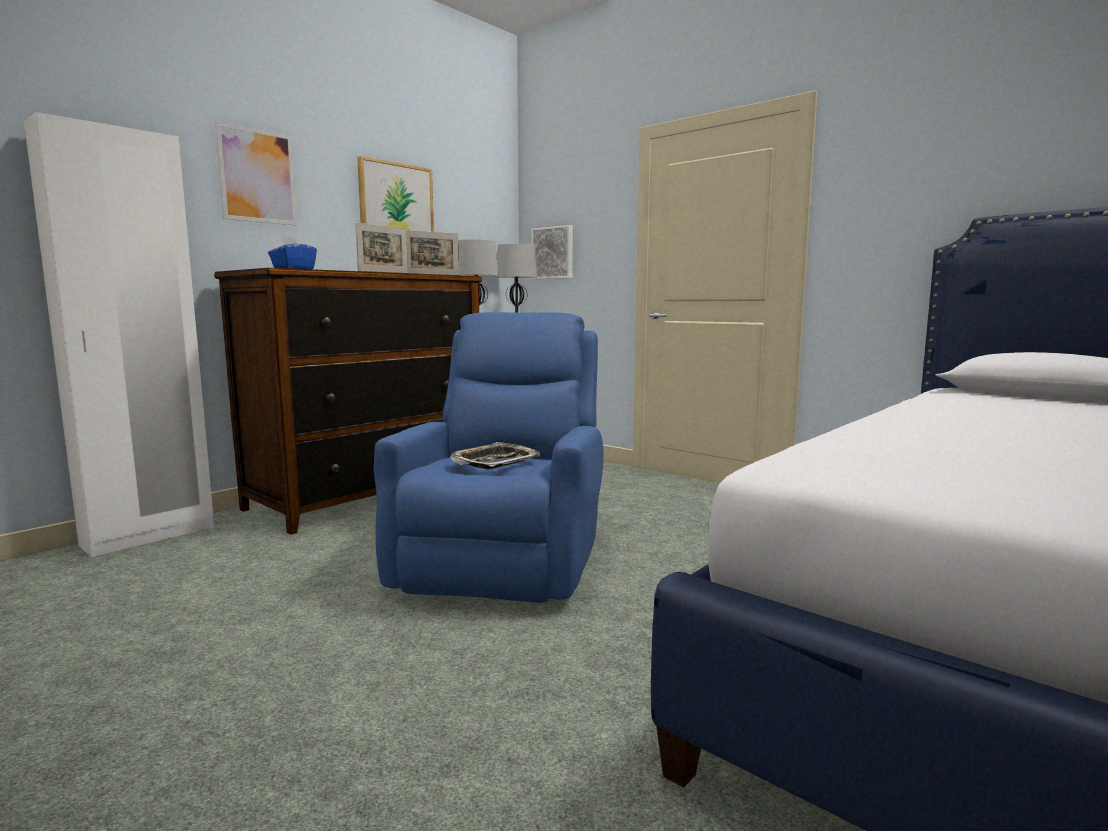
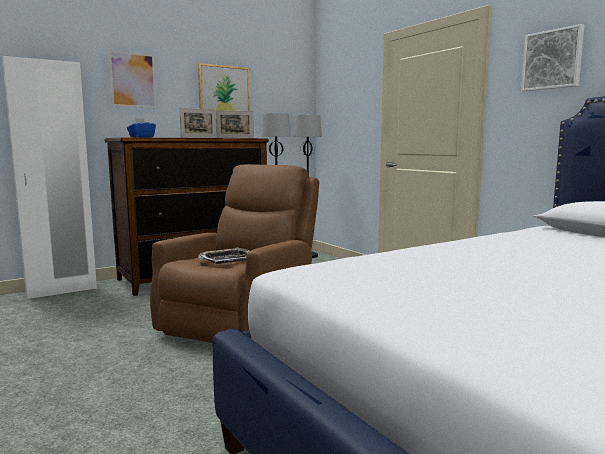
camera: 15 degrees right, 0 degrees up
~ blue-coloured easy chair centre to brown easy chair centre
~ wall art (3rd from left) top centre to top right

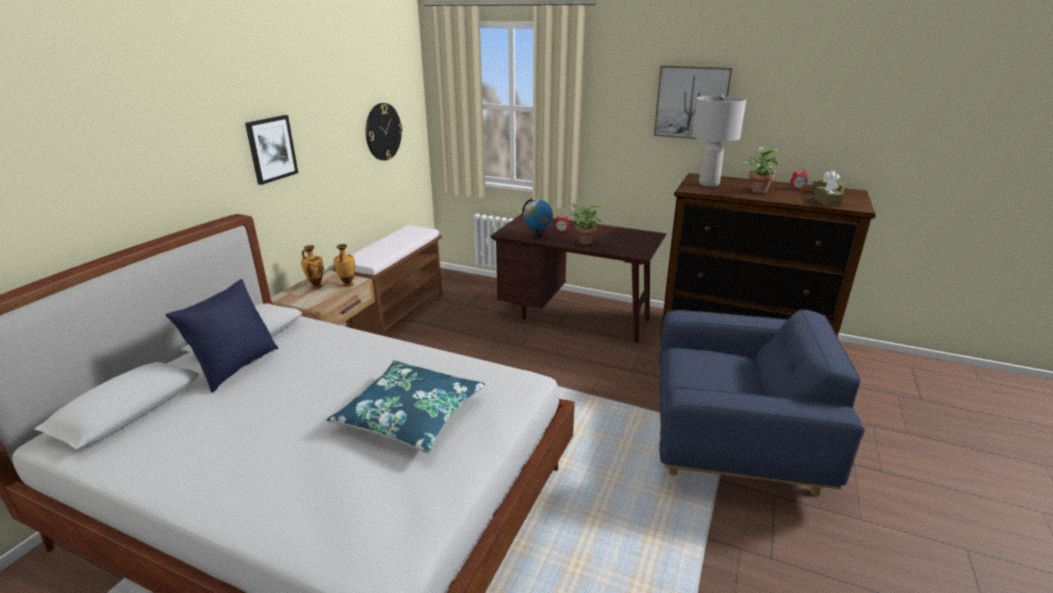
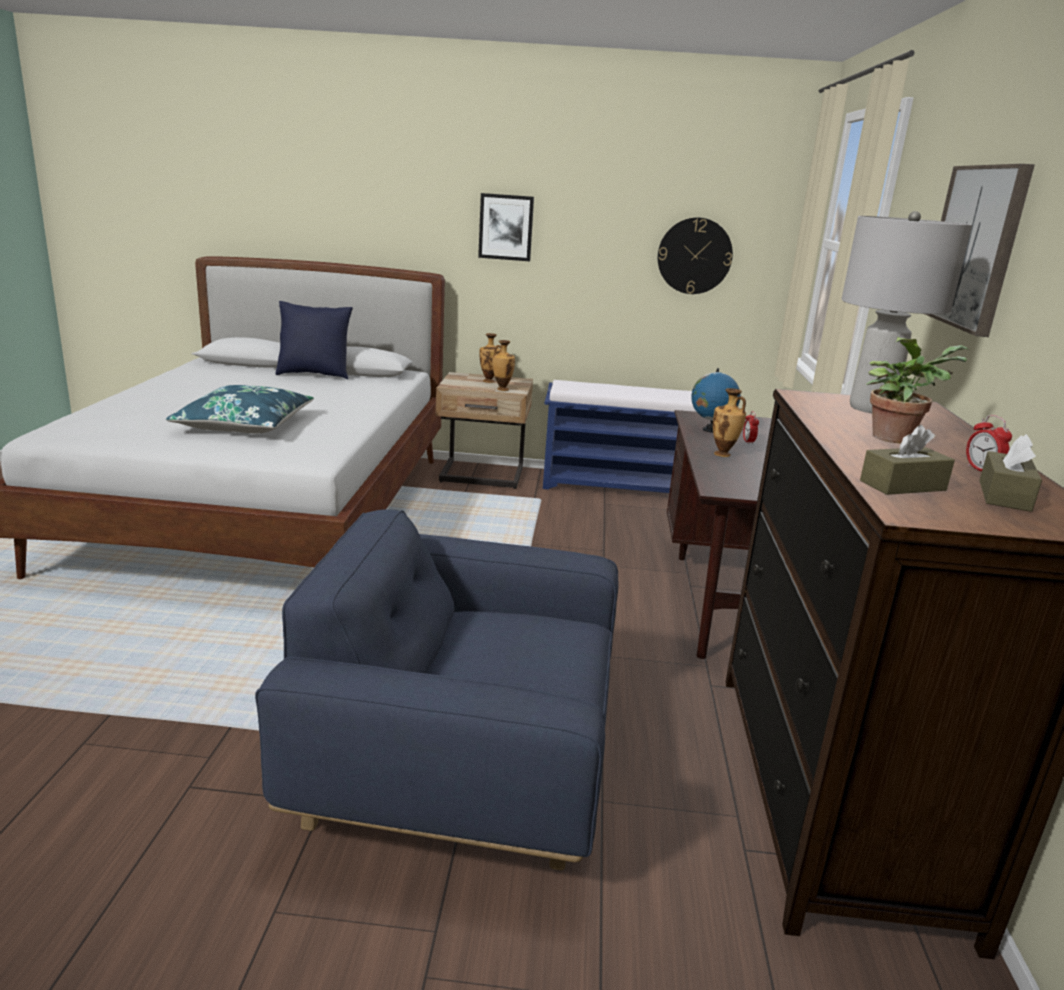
camera: 70 degrees right, 5 degrees down
~ blue-coloured easy chair bottom right = bottom centre 105 degrees clockwise
~ brown long seat centre to blue-coloured long seat centre
~ potted plant (1st from left) centre to flower vase (3rd from left) middle right

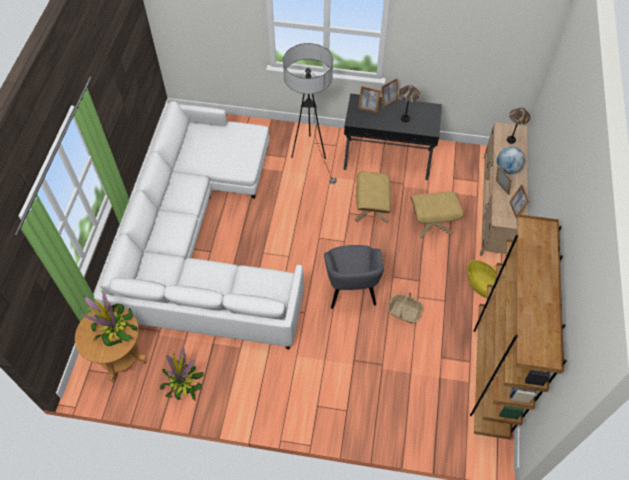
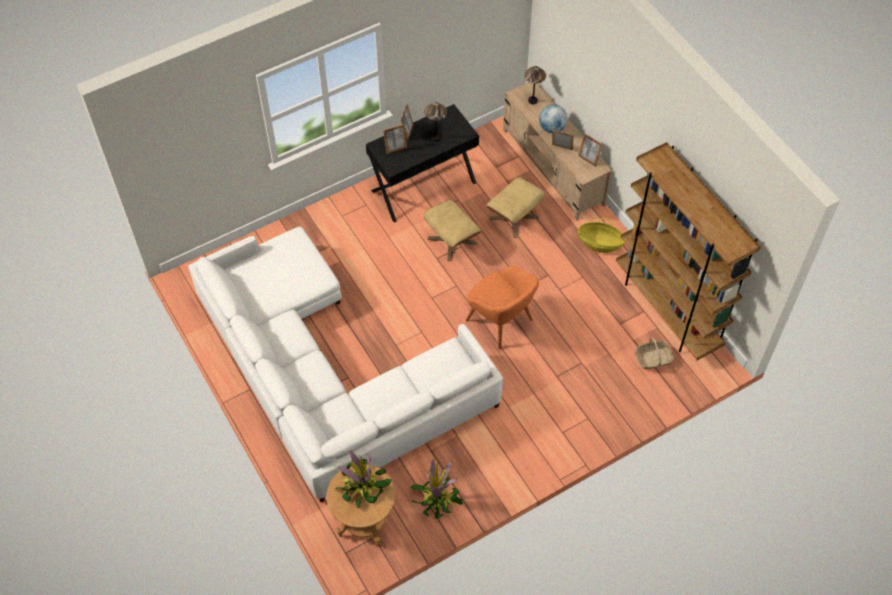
camera: 40 degrees left, 0 degrees up
~ gray easy chair centre to orange-coloured easy chair centre
~ storage basket (1st from left in the first image) centre to storage basket (2nd from left) middle right
- standard lamp top centre

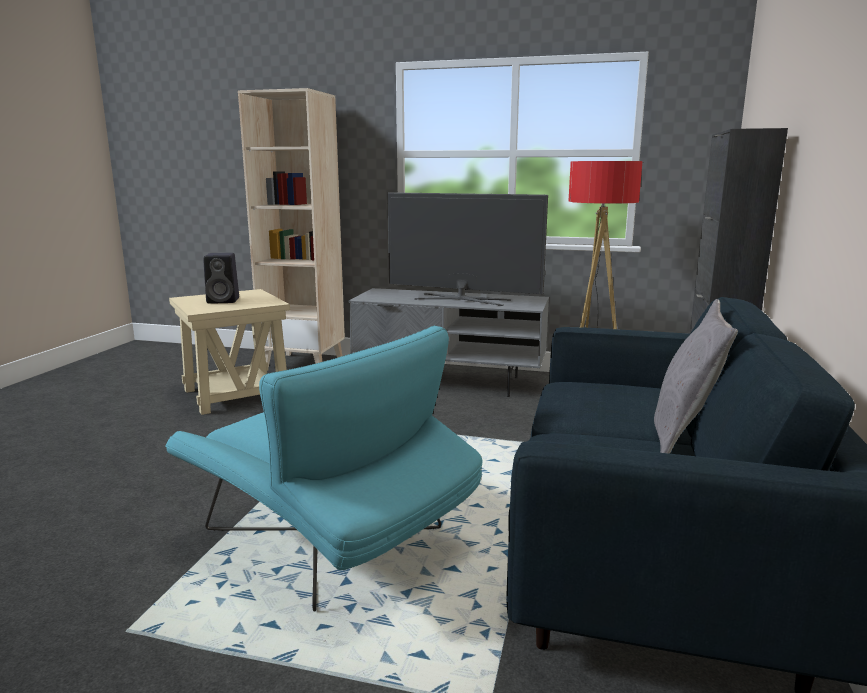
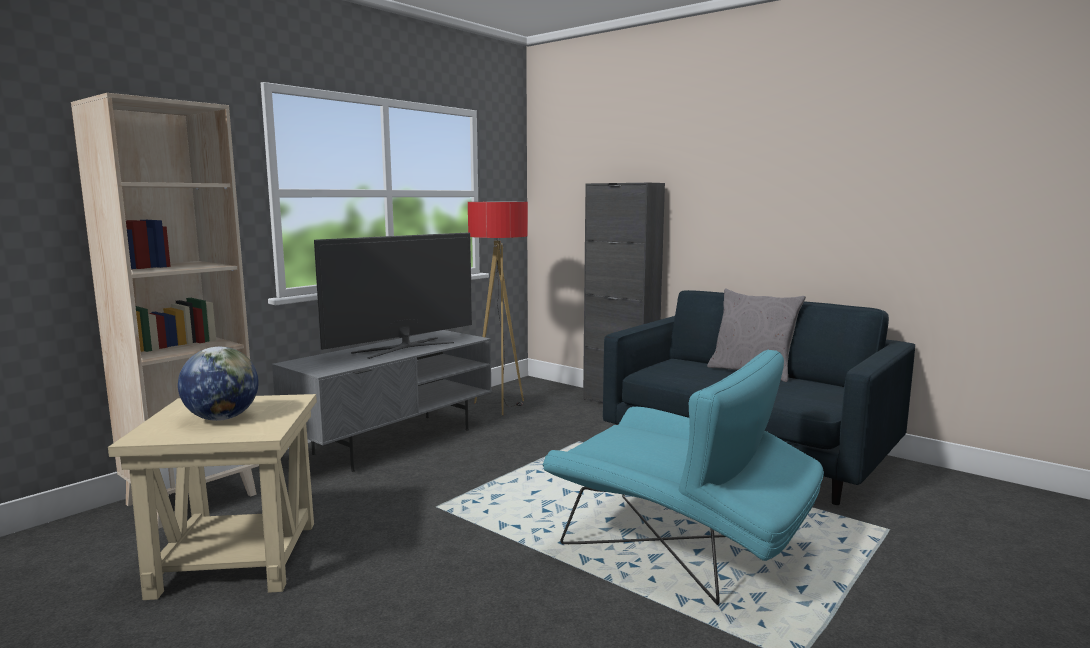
camera: 65 degrees left, 5 degrees down
~ black speaker middle left to globe middle left
~ blue-green easy chair bottom centre = bottom centre 60 degrees clockwise

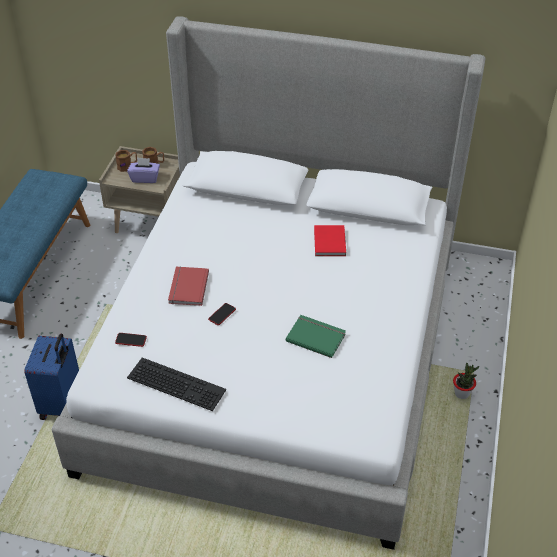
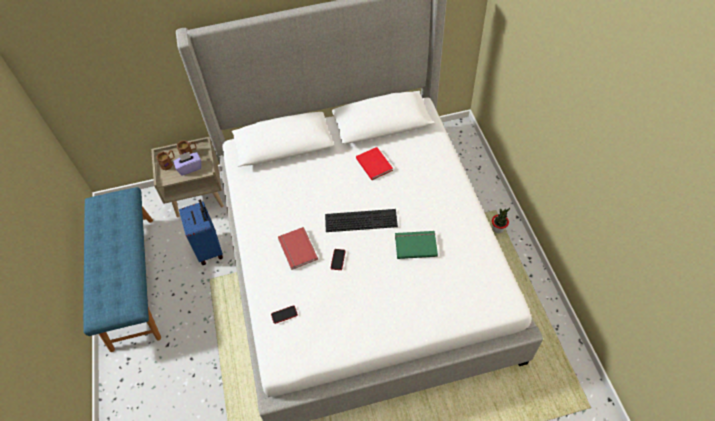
camera: 25 degrees left, 10 degrees up
~ blue-coloured suitcase bottom left to middle left
~ computer keyboard bottom left to centre

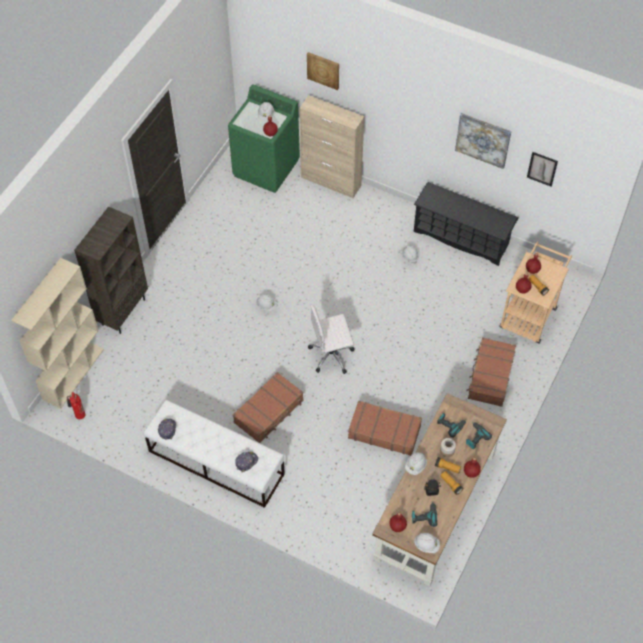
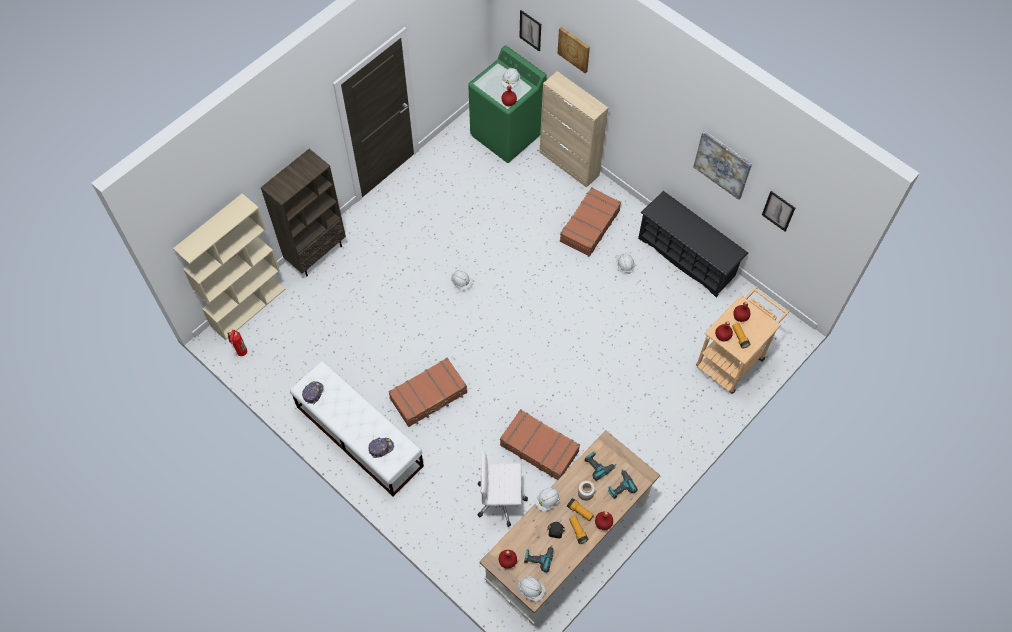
camera: 15 degrees right, 5 degrees up
~ whitish desk chair centre to bottom centre
+ wall art (1st from left) top centre
~ brown suitcase (3rd from left) middle right to centre

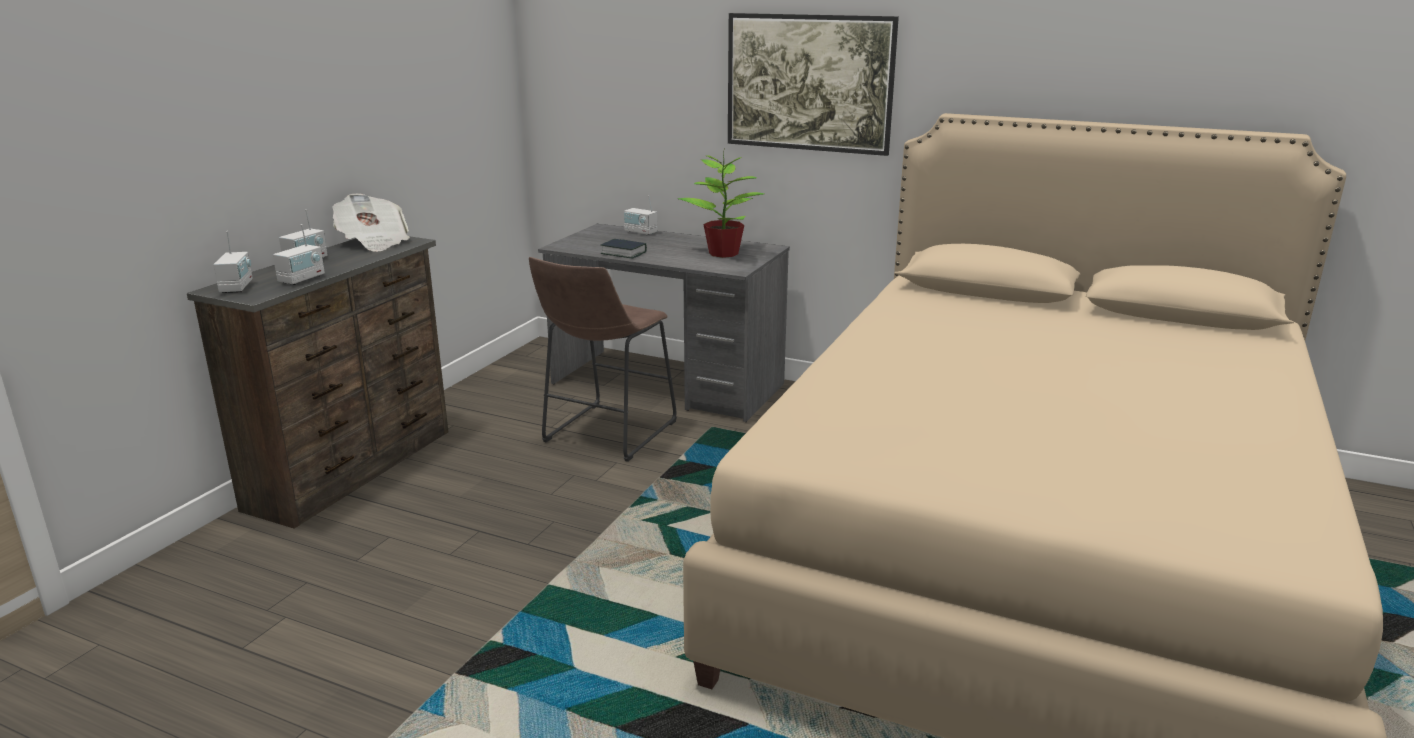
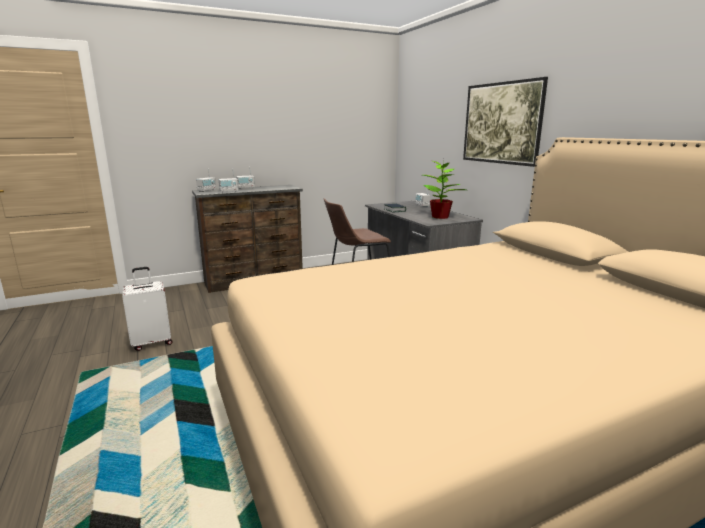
camera: 40 degrees right, 5 degrees down
+ whitish suitcase middle left
- daily paper top left

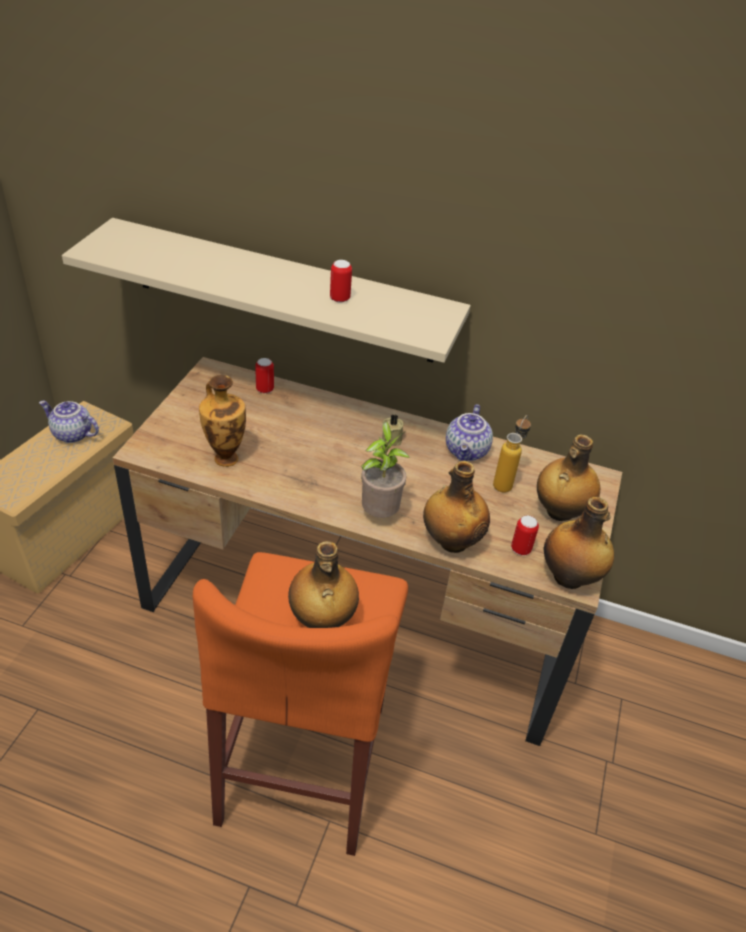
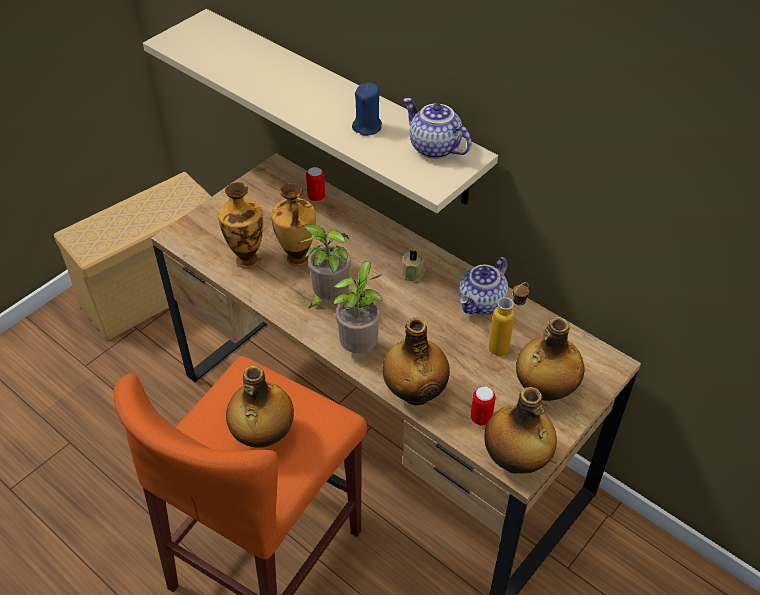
camera: 25 degrees right, 5 degrees up
+ flower vase (2nd from left) centre
+ potted plant (1st from left) centre
~ can (2nd from left) top centre to blue-coloured wax candle top centre
~ teapot (1st from left) middle left to top centre

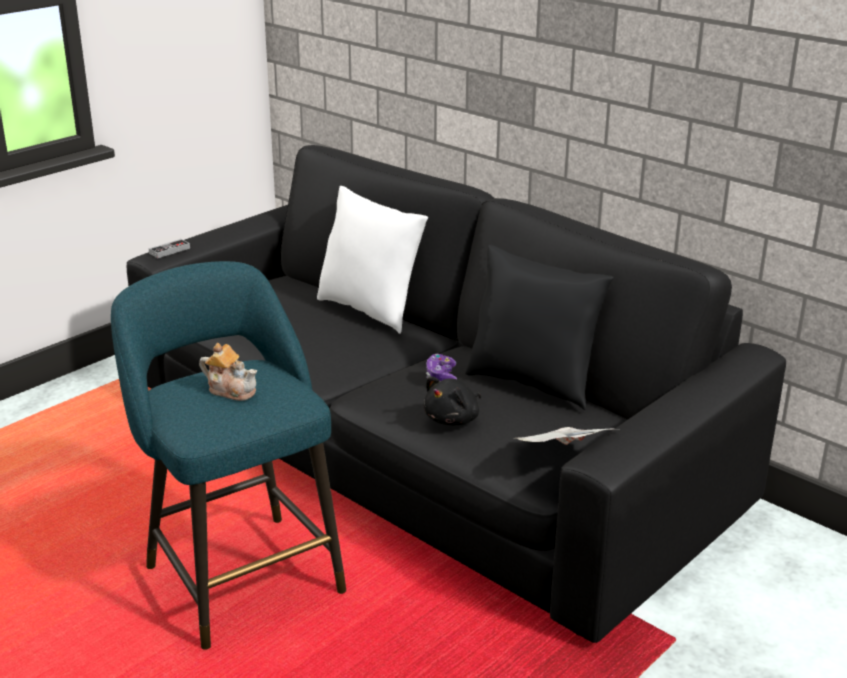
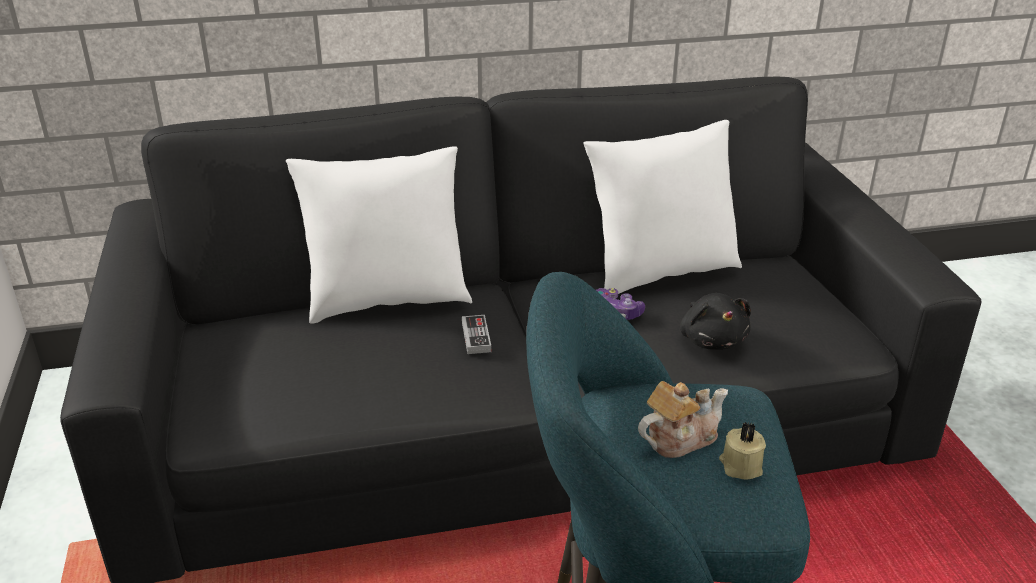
camera: 55 degrees left, 5 degrees up
~ game controller (1st from left) middle left to centre
~ black throw pillow centre to whitish throw pillow (2nd from left) centre
+ beige-coloured wax candle bottom right
- daily paper middle right

